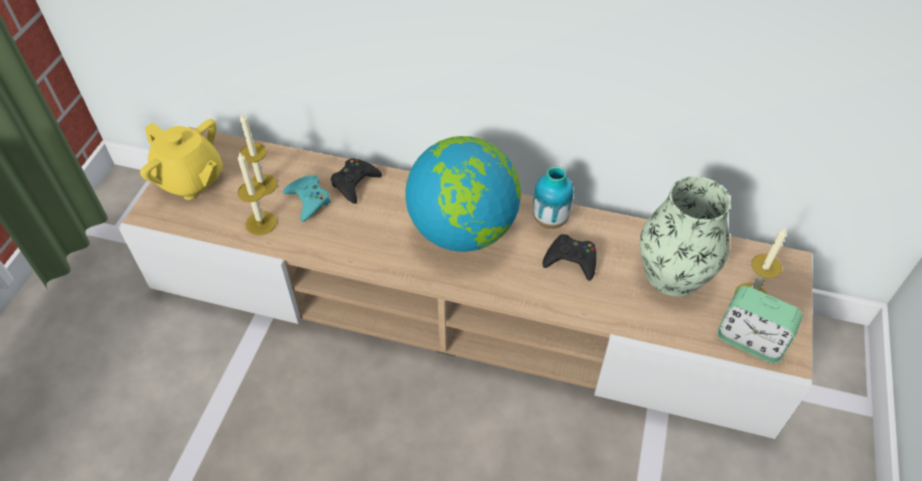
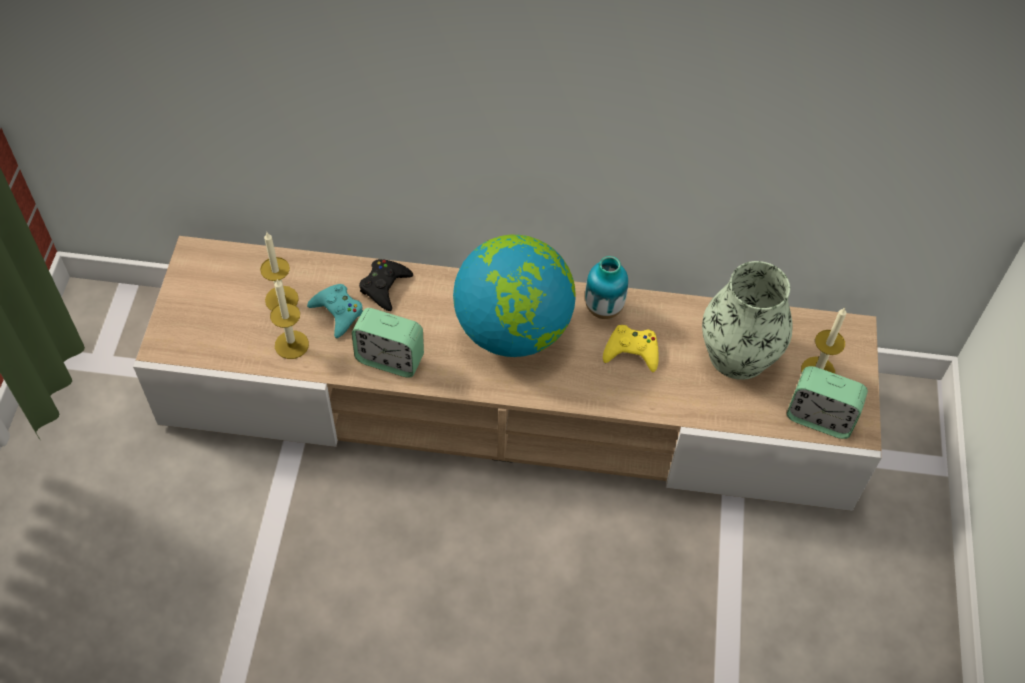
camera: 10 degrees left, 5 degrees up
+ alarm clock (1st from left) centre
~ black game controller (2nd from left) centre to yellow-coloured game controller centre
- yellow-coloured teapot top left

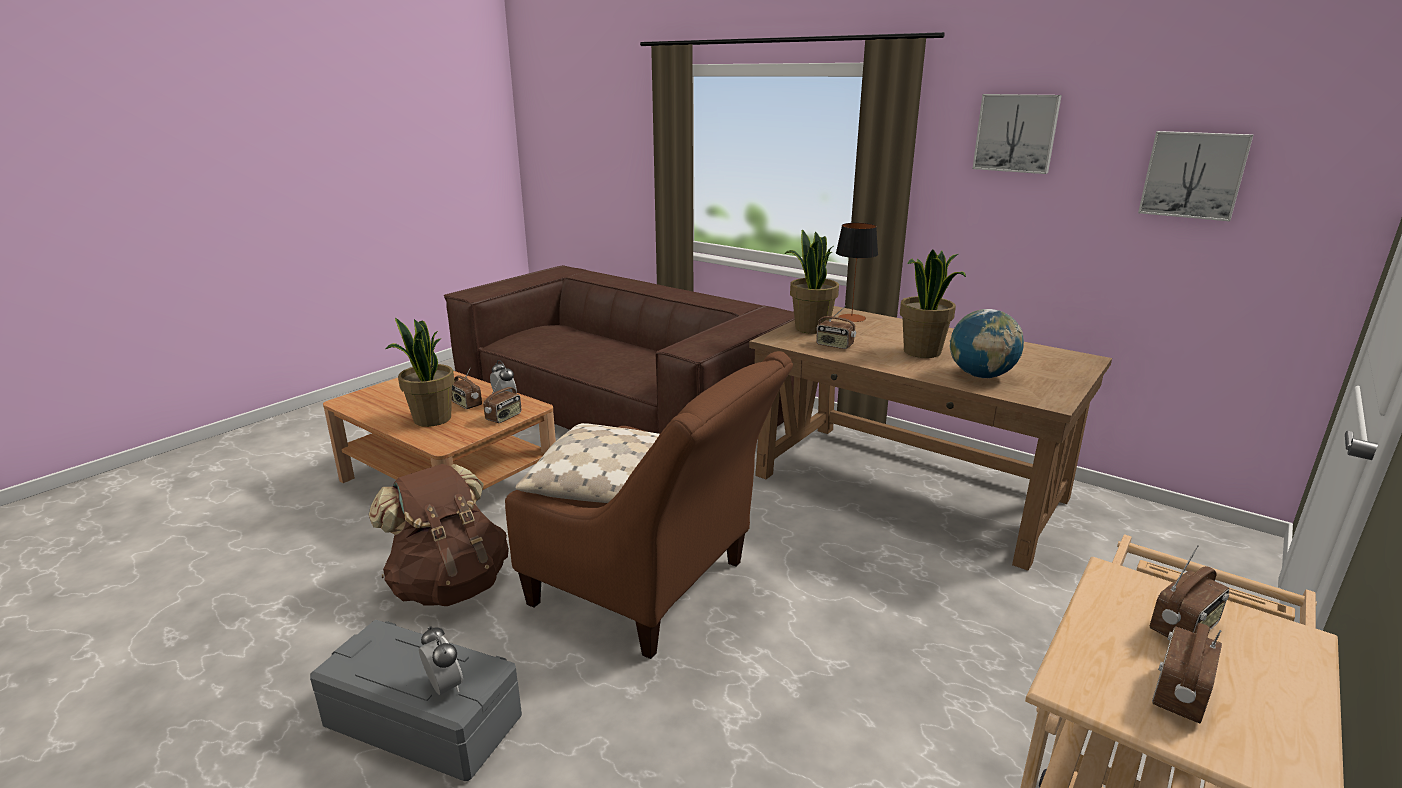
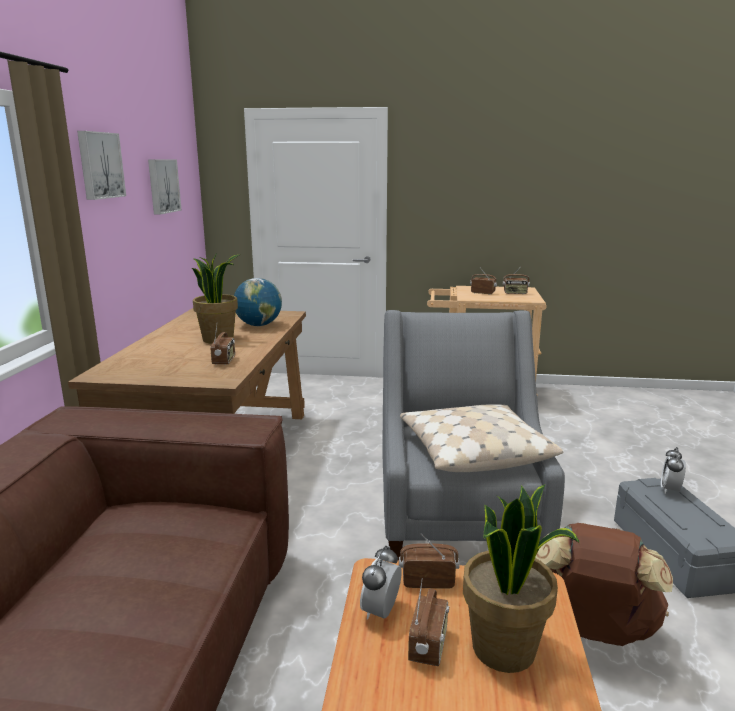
camera: 120 degrees left, 5 degrees down
~ brown easy chair centre to gray easy chair centre
- potted plant (2nd from left) centre
- table lamp centre

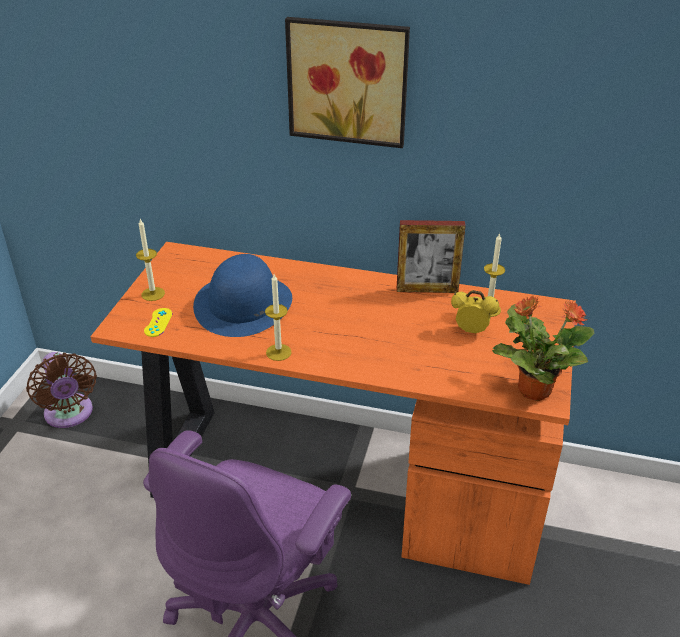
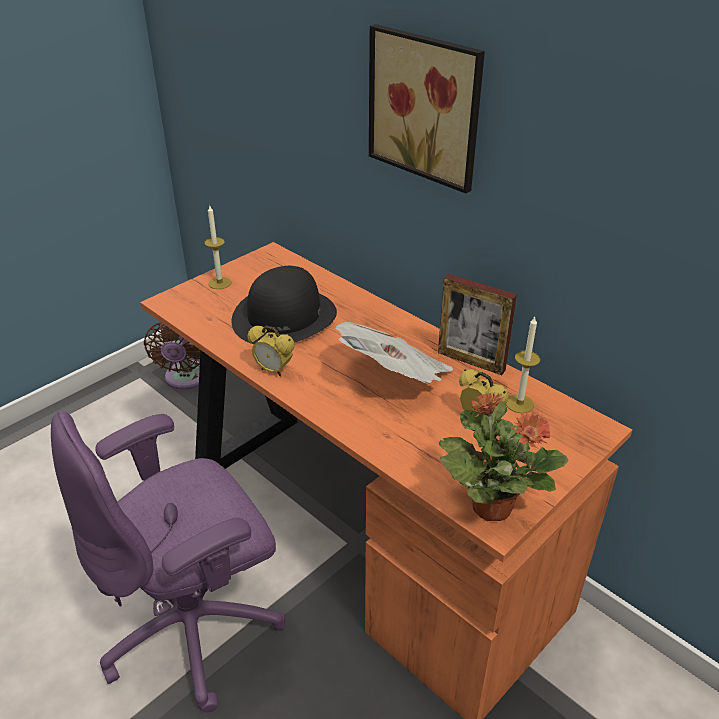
camera: 30 degrees right, 0 degrees up
~ blue-coloured wearable hat centre to black wearable hat centre
~ wax candle (2nd from left) centre to alarm clock (1st from left) centre
+ daily paper centre
- yellow-coloured game controller middle left

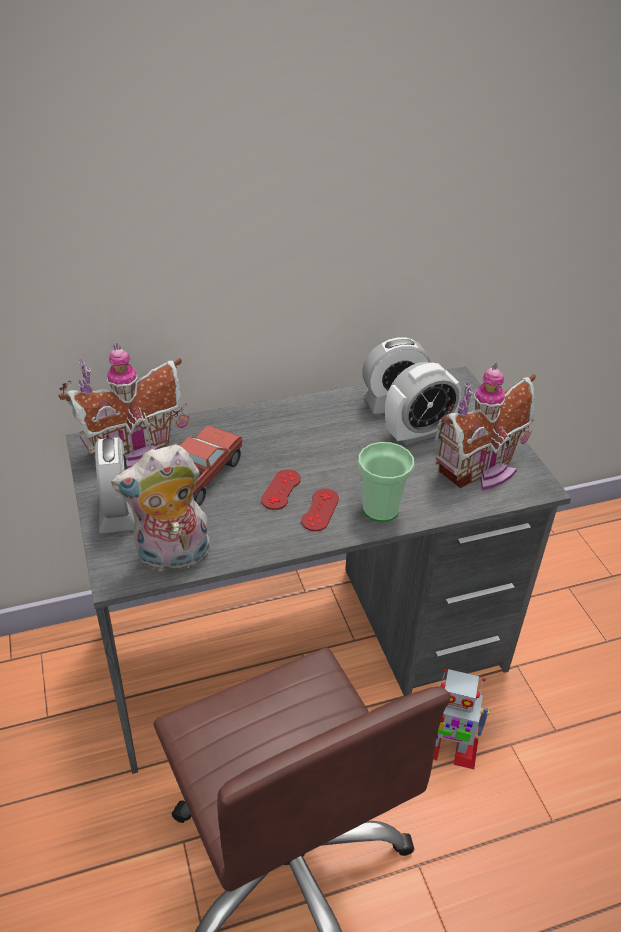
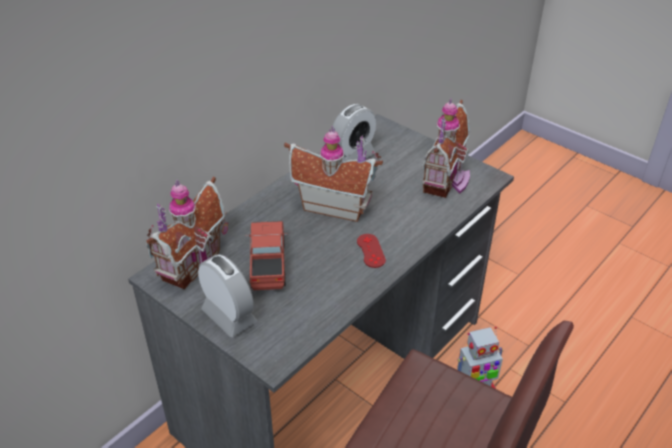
camera: 30 degrees left, 0 degrees up
+ model house (2nd from left) centre
- soft toy middle left
- reddish game controller (1st from left) centre
- small cup centre
- alarm clock (3rd from left) middle right

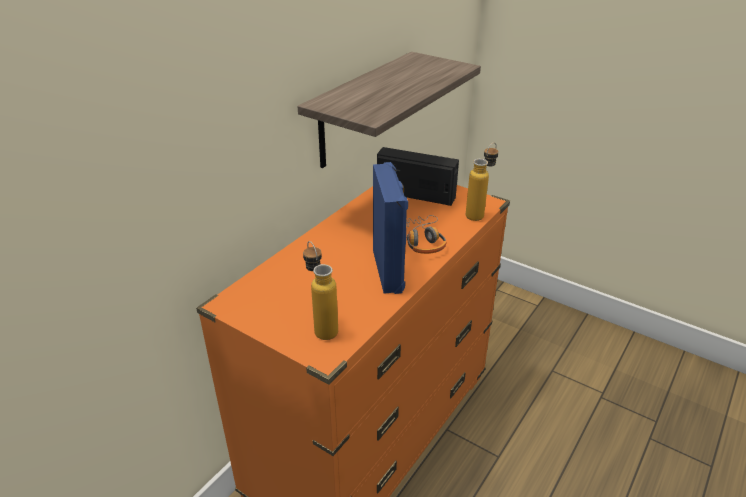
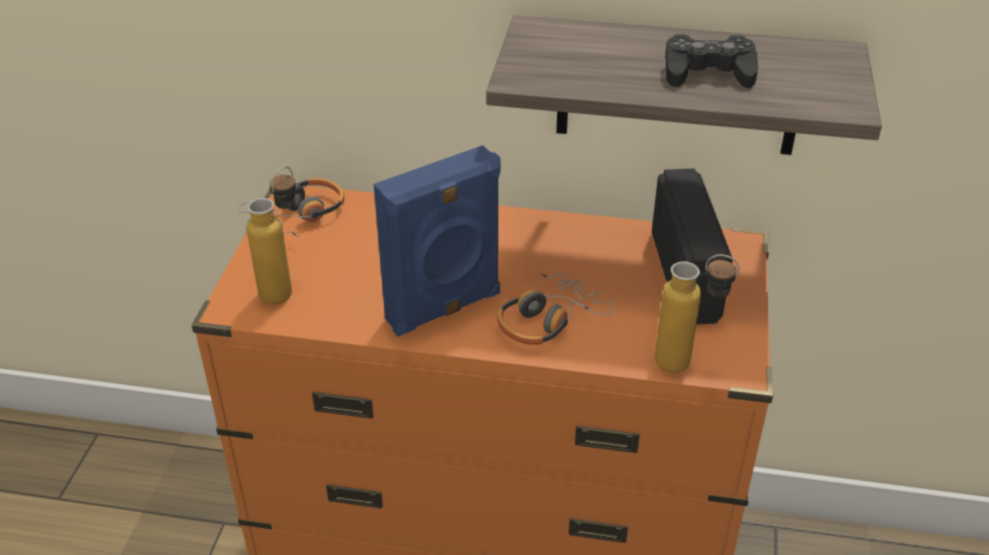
camera: 65 degrees right, 5 degrees up
+ pair of headphones (1st from left) middle left
+ black game controller top right

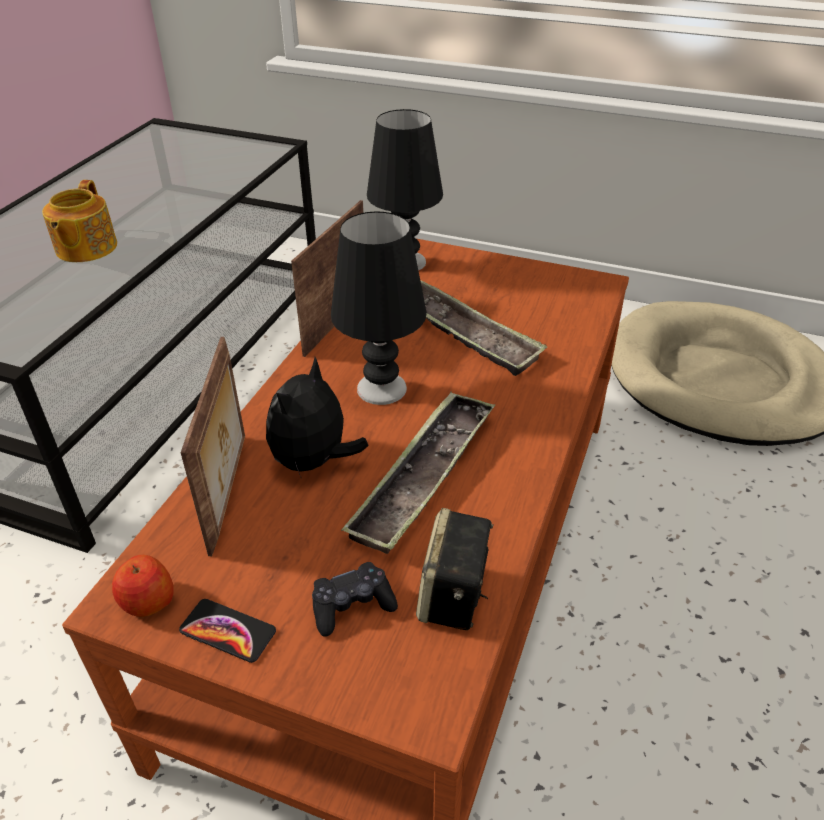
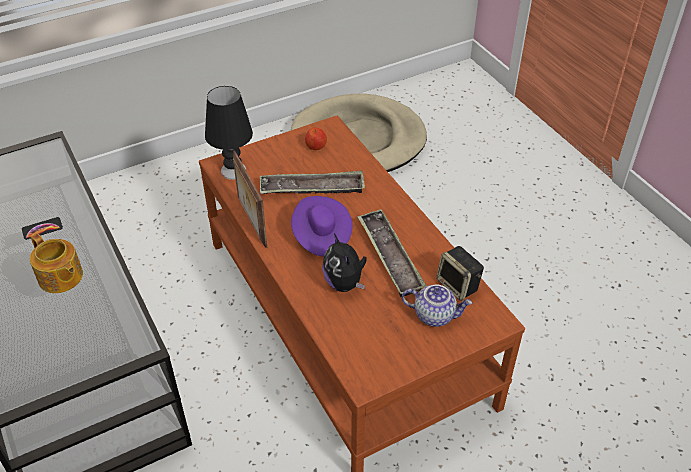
camera: 50 degrees left, 5 degrees up
~ handset bottom left to middle left
~ black table lamp (1st from left) centre to purple-coloured wearable hat centre
~ whole apple bottom left to top centre
~ black game controller bottom centre to teapot (2nd from left) centre
- standing frame (1st from left) middle left

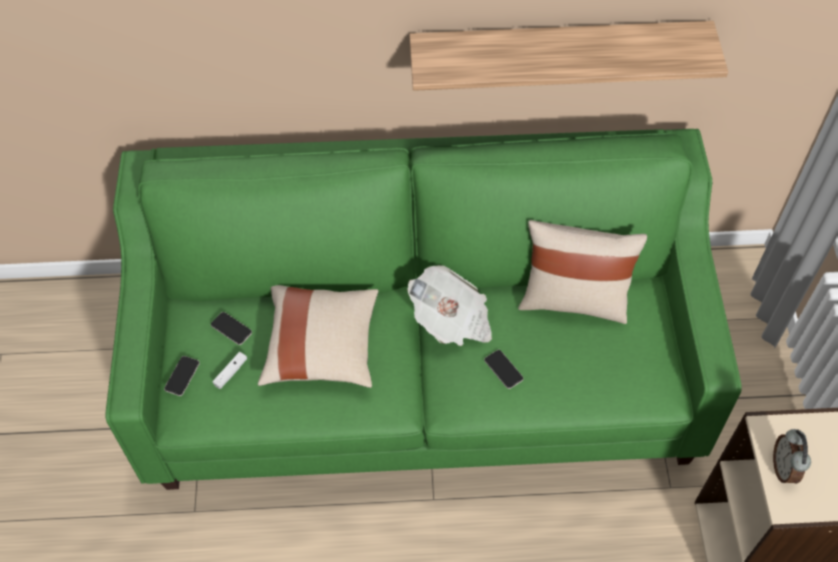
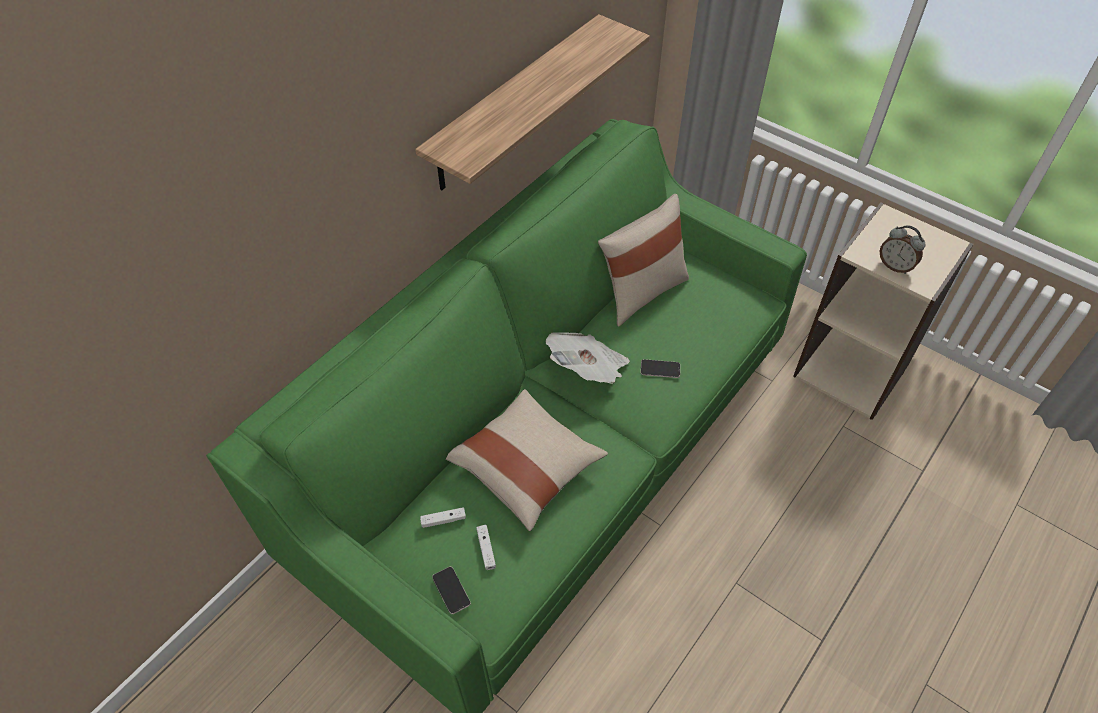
camera: 50 degrees left, 5 degrees down
~ handset (2nd from left) middle left to whitish game controller (1st from left) bottom centre

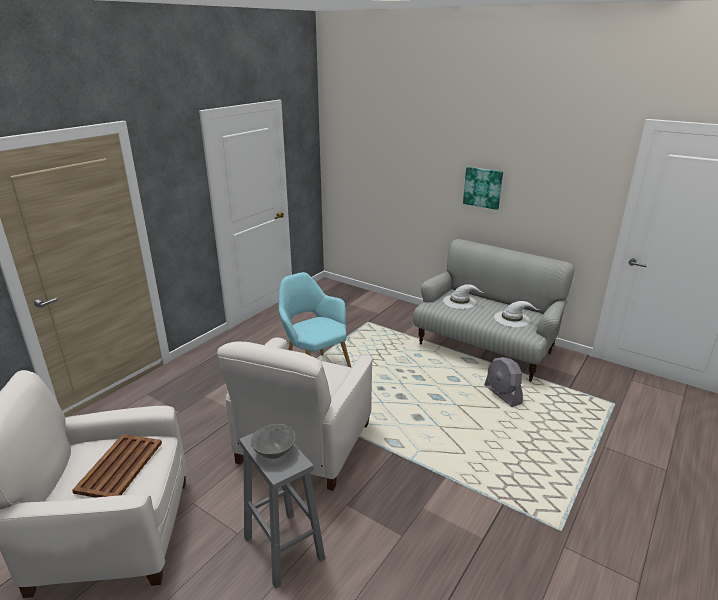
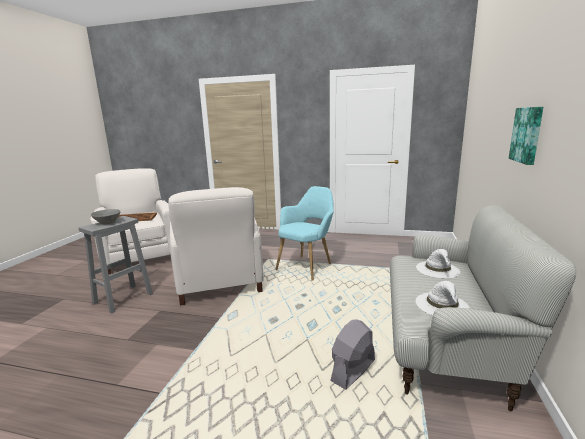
camera: 70 degrees right, 10 degrees down
~ whitish easy chair (2nd from left) bottom centre = centre 105 degrees counterclockwise

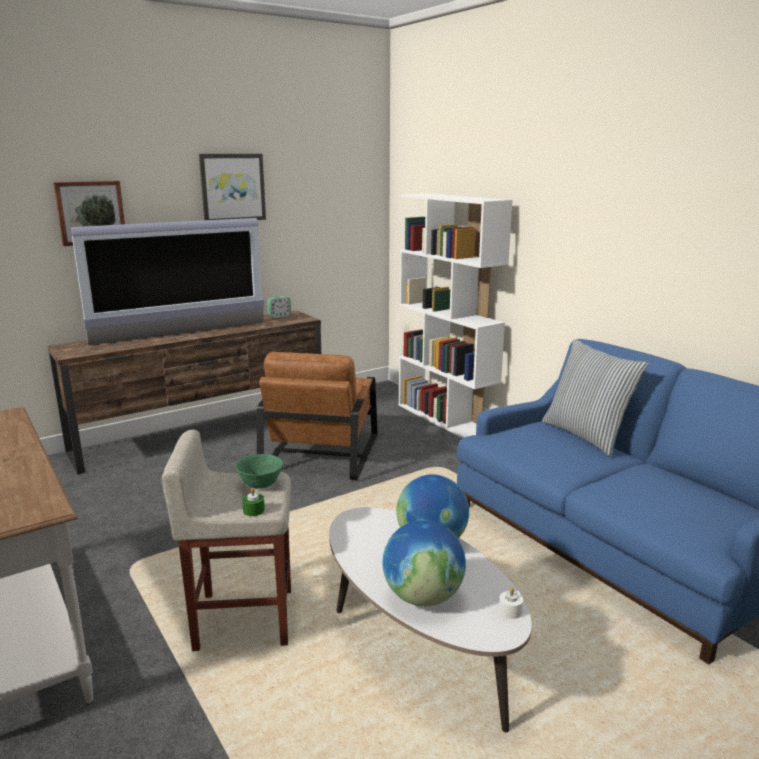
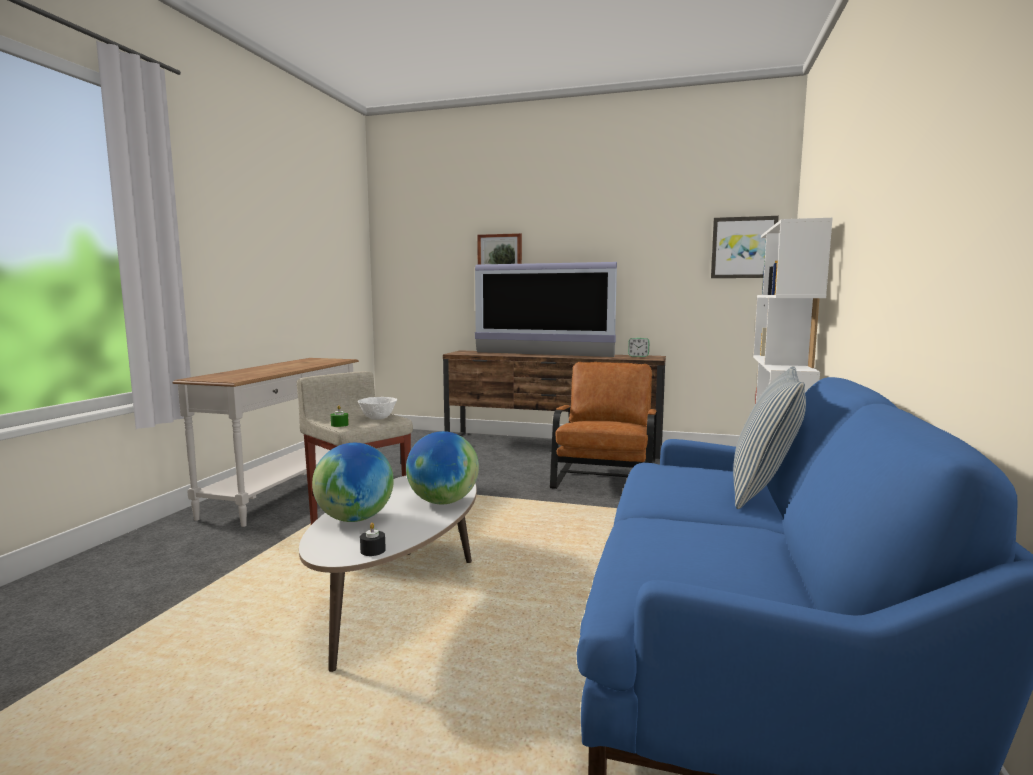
camera: 50 degrees right, 10 degrees down
~ green bowl centre to whitish bowl centre
~ whitish wax candle bottom right to black wax candle bottom centre
~ brown easy chair centre = centre 135 degrees clockwise
~ wall art (2nd from left) top left to top right

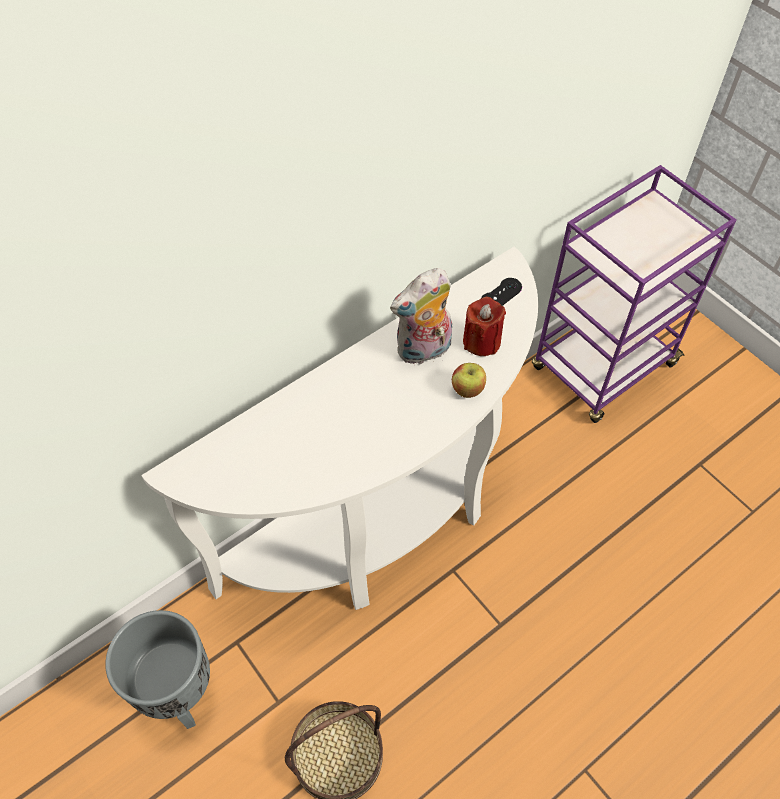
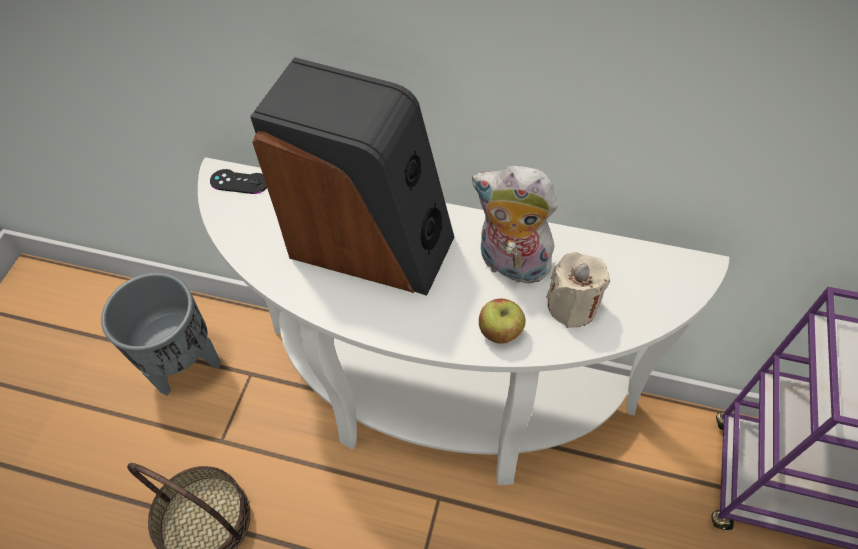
camera: 55 degrees right, 0 degrees up
~ black game controller centre to top left
+ speaker top centre
~ reddish wax candle centre to beige-coloured wax candle middle right

